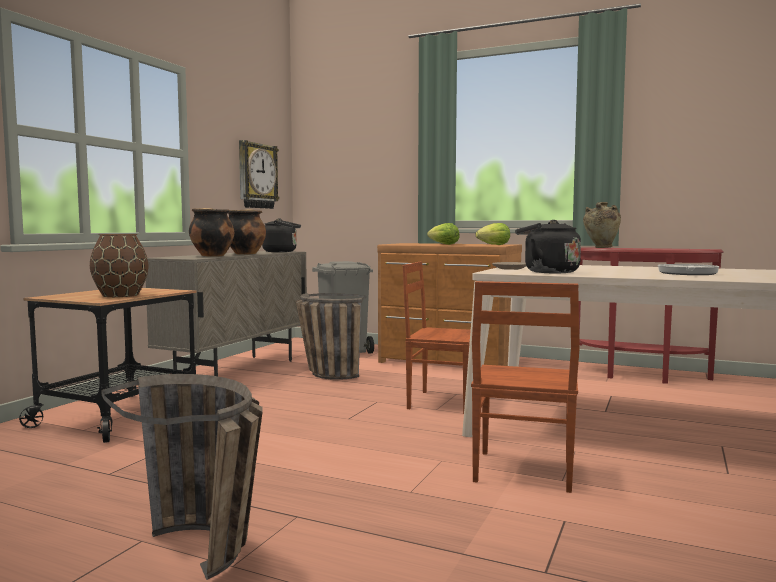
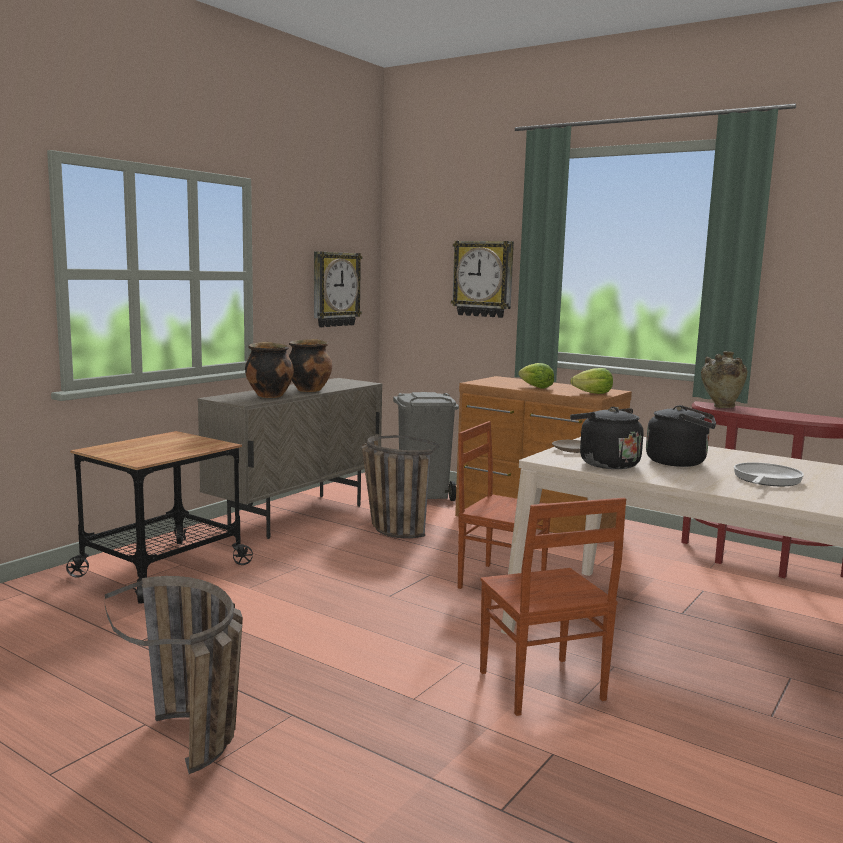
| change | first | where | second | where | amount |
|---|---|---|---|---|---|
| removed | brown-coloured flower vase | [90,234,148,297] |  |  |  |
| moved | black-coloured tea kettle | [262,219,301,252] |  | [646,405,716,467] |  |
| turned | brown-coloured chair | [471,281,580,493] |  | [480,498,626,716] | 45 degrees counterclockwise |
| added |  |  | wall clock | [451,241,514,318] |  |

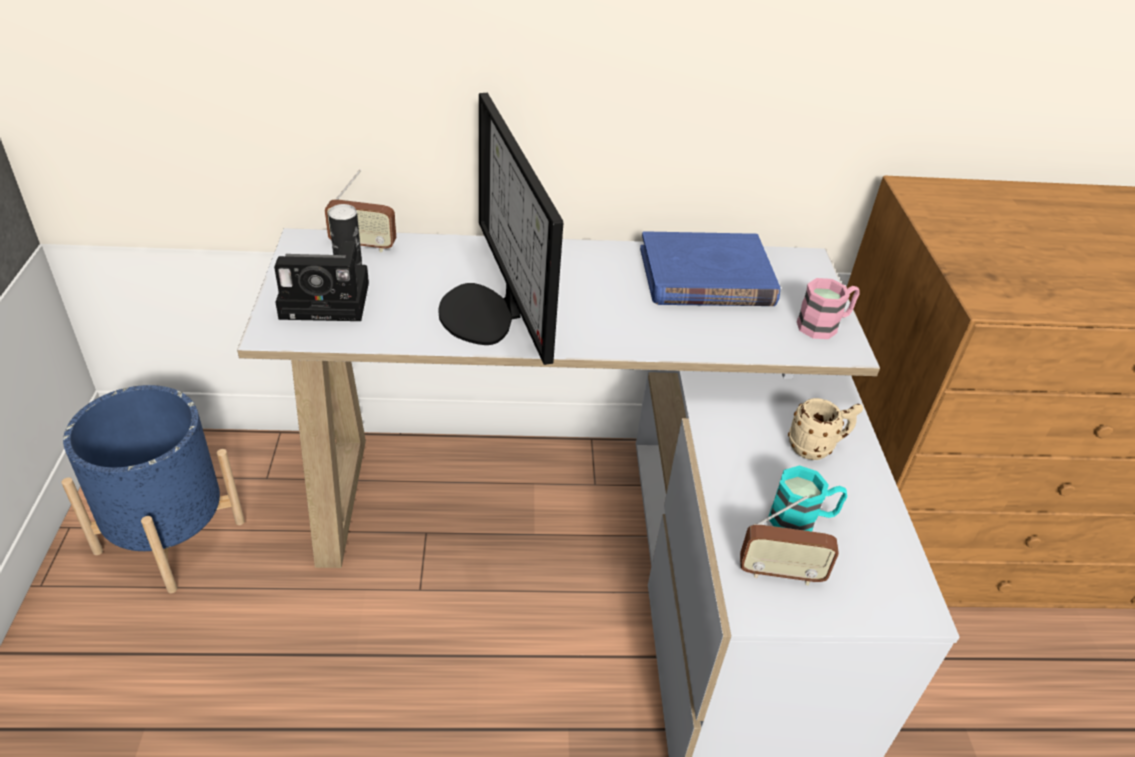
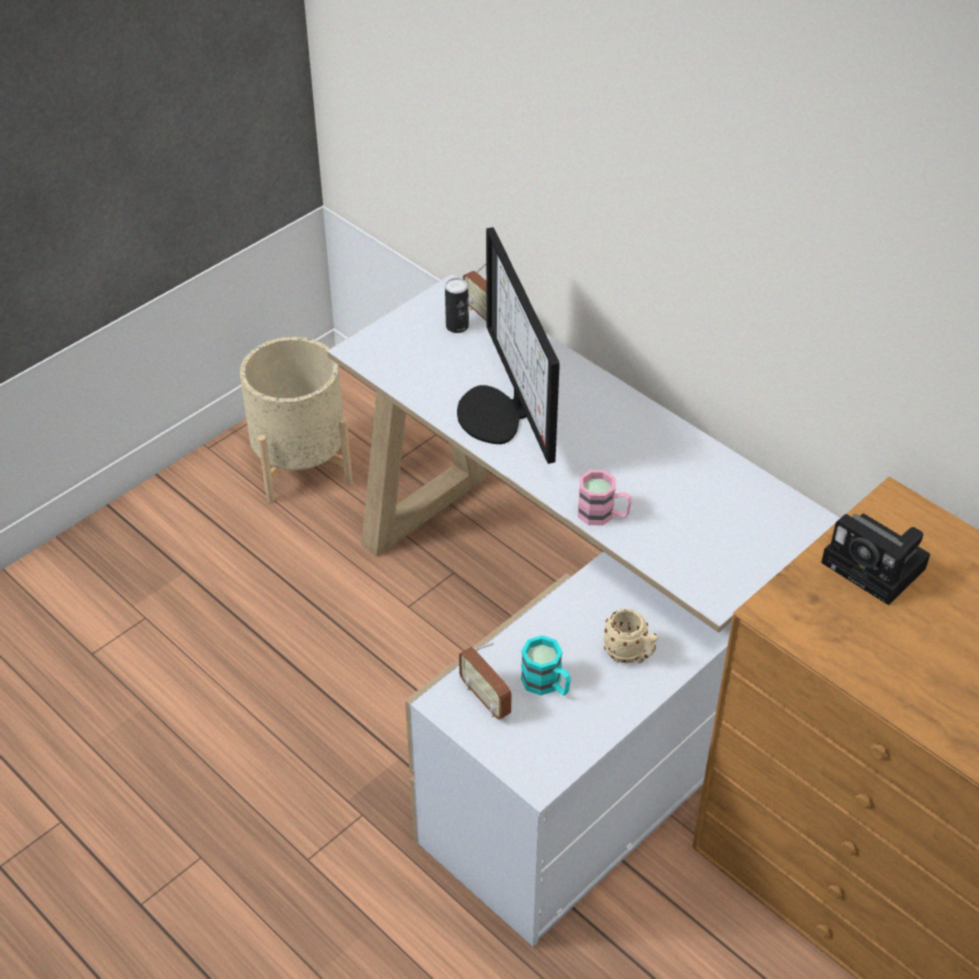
| change | first | where | second | where | amount |
|---|---|---|---|---|---|
| recoloured | blue flower pot | [61,385,245,593] | beige-coloured flower pot | [240,337,352,503] |  |
| moved | still camera | [274,242,369,321] |  | [821,513,930,605] |  |
| turned | computer display | [439,93,563,365] |  | [457,227,560,464] | 45 degrees counterclockwise |
| removed | blue volume | [640,231,780,306] |  |  |  |
| moved | pink-coloured tea mug | [797,278,859,339] |  | [578,470,632,526] |  |

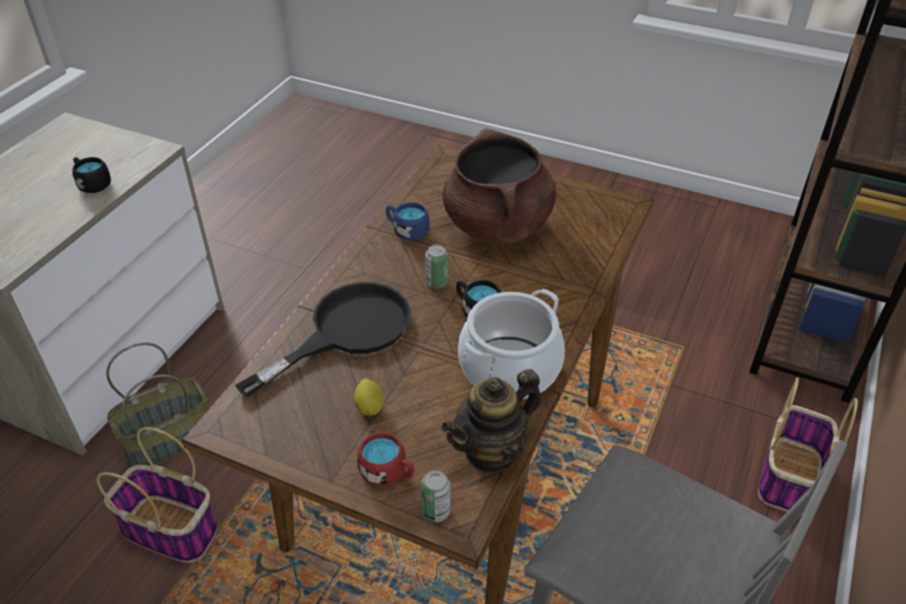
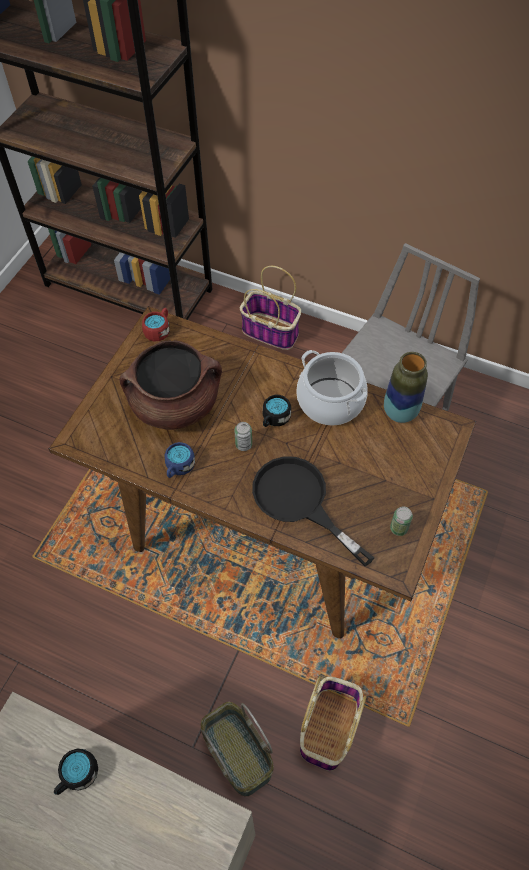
| change | first | where | second | where | amount |
|---|---|---|---|---|---|
| removed | citrus fruit | [354,378,384,416] |  |  |  |
| moved | red tea mug | [357,432,414,486] |  | [142,308,169,342] |  |
| moved | metal can | [421,470,450,522] |  | [390,507,413,536] |  |
| replaced | tea pot | [441,369,541,474] | flower vase | [384,352,428,423] |  |

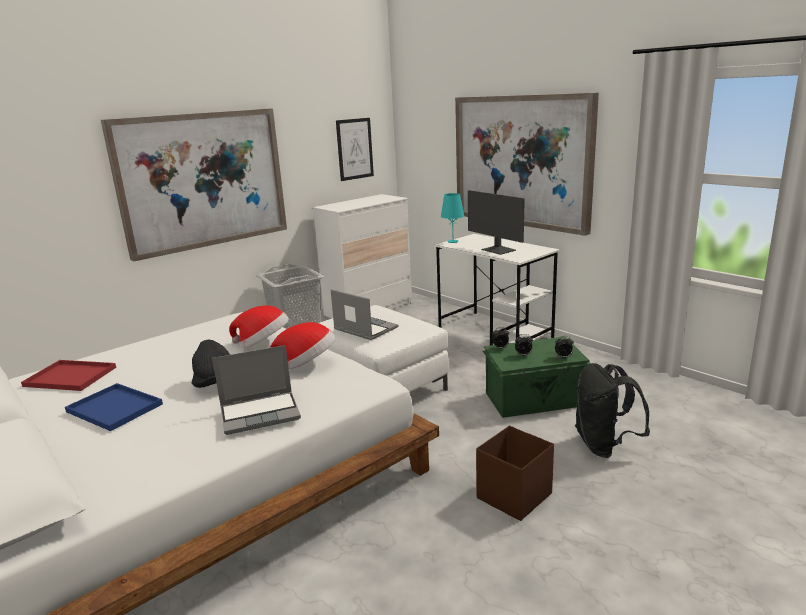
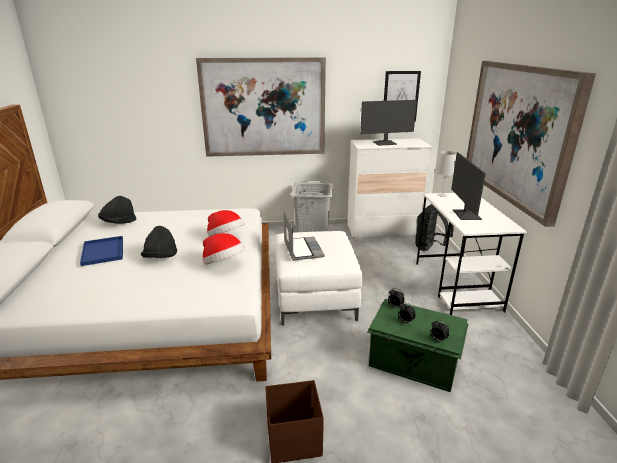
| change | first | where | second | where | amount |
|---|---|---|---|---|---|
| replaced | red serving tray | [21,360,116,391] | black-coloured wearable hat | [98,196,136,224] |  |
| removed | laptop | [212,345,301,435] |  |  |  |
| recoloured | turquoise tabletop lamp | [441,193,464,243] | white tabletop lamp | [434,151,456,197] |  |
| moved | black-coloured knapsack | [575,363,650,458] |  | [415,204,454,251] |  |
| added |  |  | computer display | [360,100,417,146] |  |

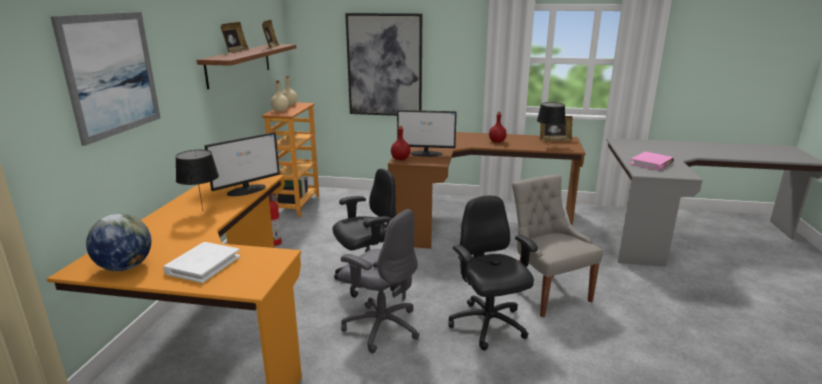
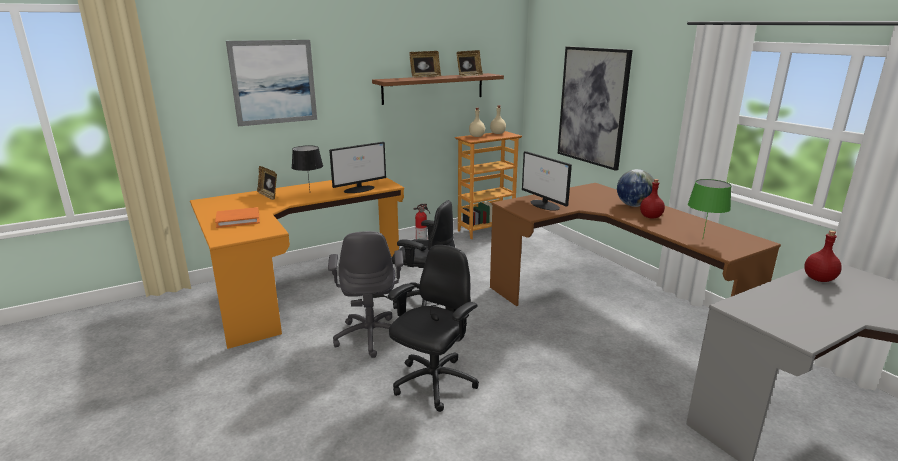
| change | first | where | second | where | amount |
|---|---|---|---|---|---|
| moved | desk globe | [86,214,151,271] |  | [617,169,654,207] |  |
| recoloured | white volume | [163,242,240,283] | orange volume | [215,207,260,228] |  |
| turned | computer display | [204,132,280,196] |  | [329,142,386,193] | 45 degrees counterclockwise |
| moved | red bottle | [391,126,411,160] |  | [804,231,842,282] |  |
| removed | grey chair | [512,174,603,318] |  |  |  |
| recoloured | black-coloured tabletop lamp | [537,102,566,140] | greenish tabletop lamp | [688,179,731,240] |  |
| moved | picture frame | [540,116,573,141] |  | [257,166,277,200] |  |
| removed | pink-coloured volume | [630,152,674,170] |  |  |  |

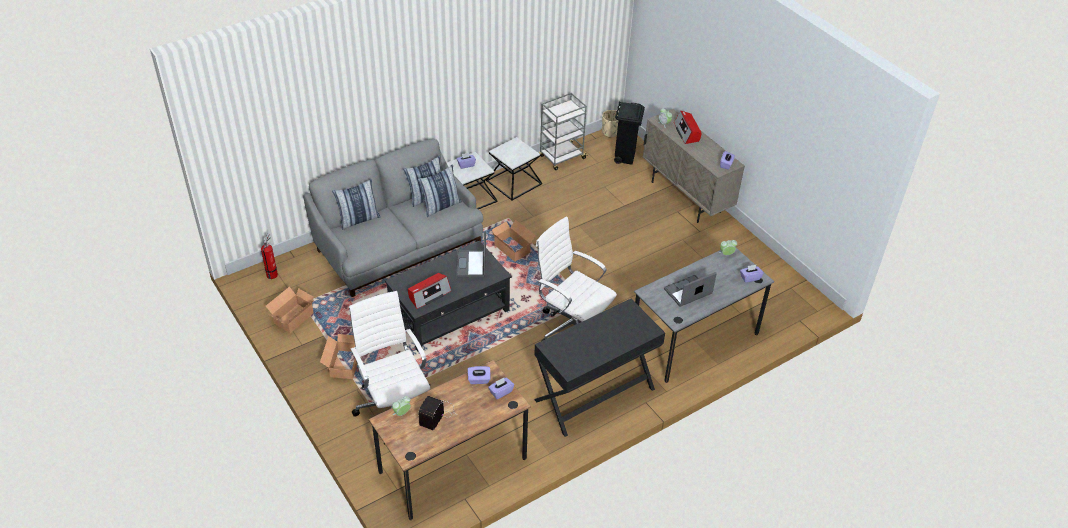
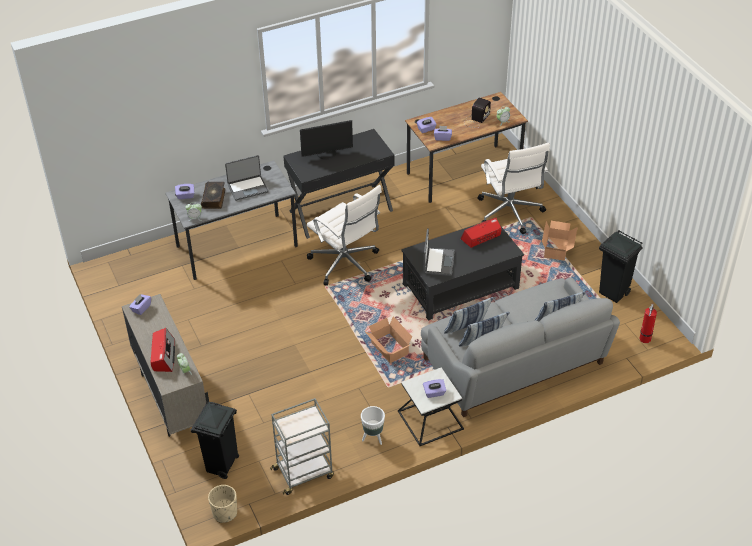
| change | first | where | second | where | amount |
|---|---|---|---|---|---|
| replaced | packing box | [266,287,314,333] | black-coloured waste bin | [599,230,643,303] |  |
| replaced | end table | [486,137,542,200] | white flower pot | [361,406,385,445] |  |
| added |  |  | volume | [201,182,225,209] |  |
| added |  |  | computer display | [300,120,353,160] |  |

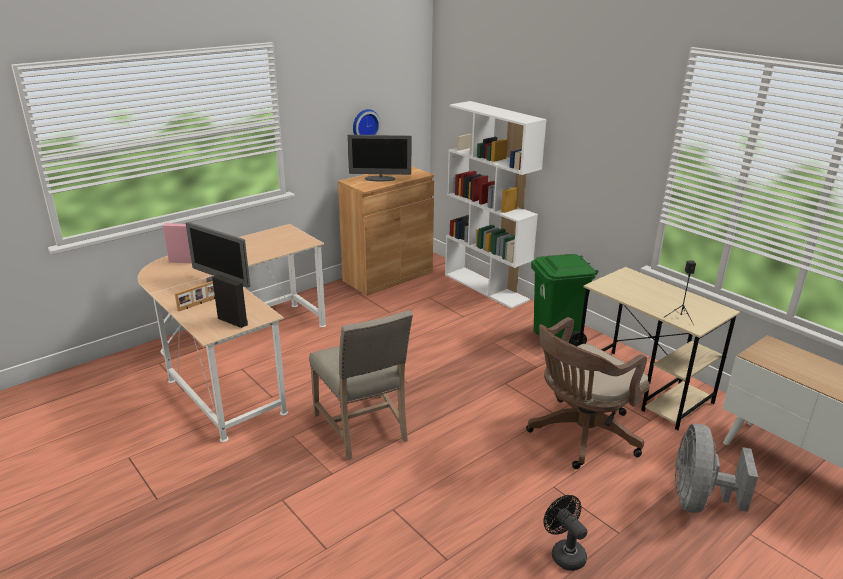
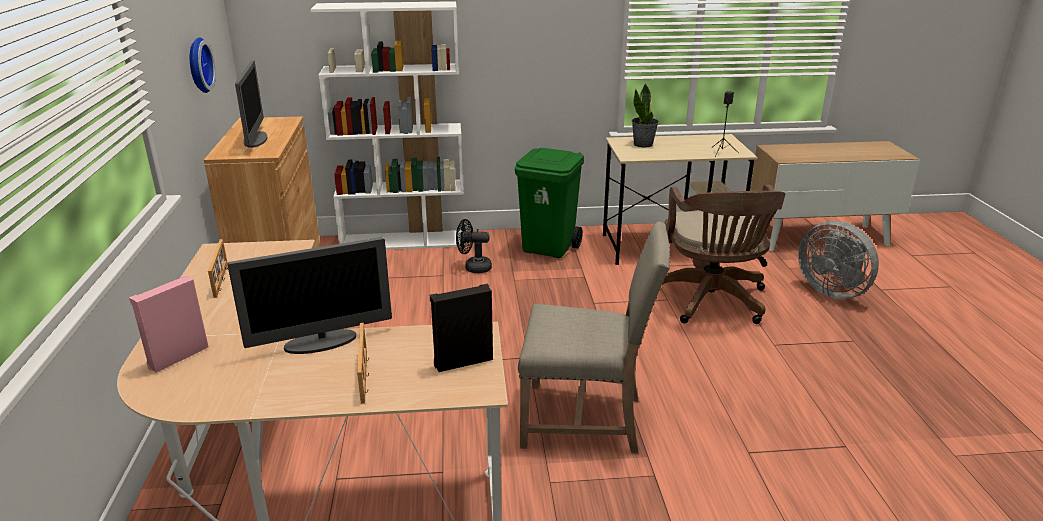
| change | first | where | second | where | amount |
|---|---|---|---|---|---|
| turned | computer display | [348,135,411,181] |  | [235,61,268,148] | 45 degrees counterclockwise |
| moved | black-coloured cooling fan | [543,495,588,571] |  | [456,219,492,273] |  |
| added |  |  | picture frame | [208,239,228,298] |  |
| added |  |  | plant in a pot | [632,83,659,147] |  |

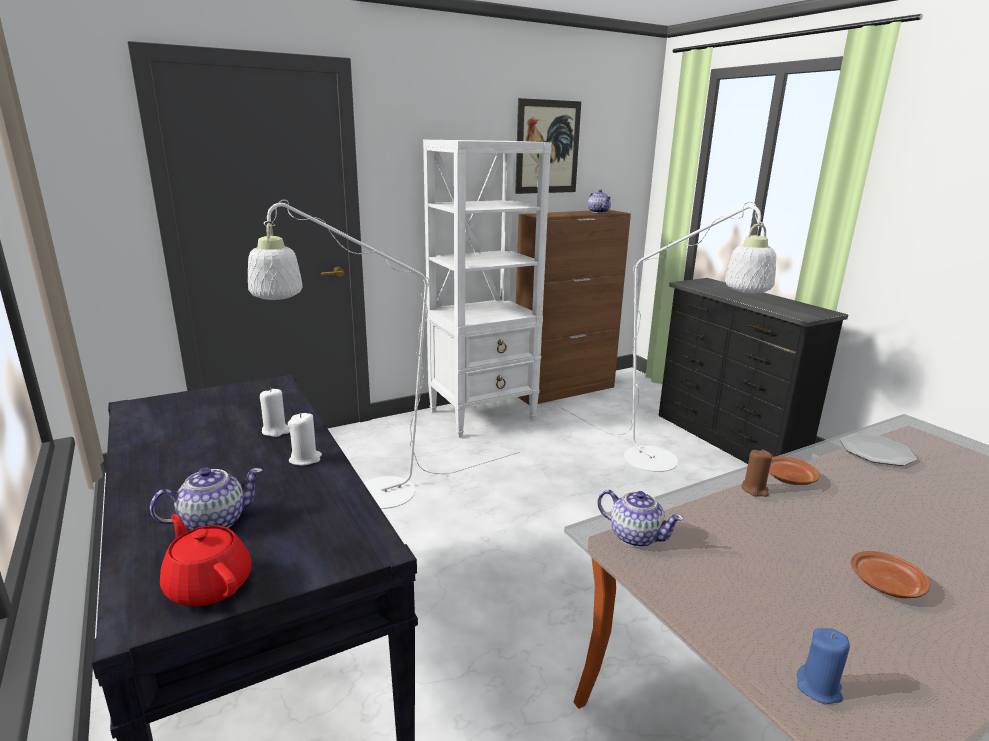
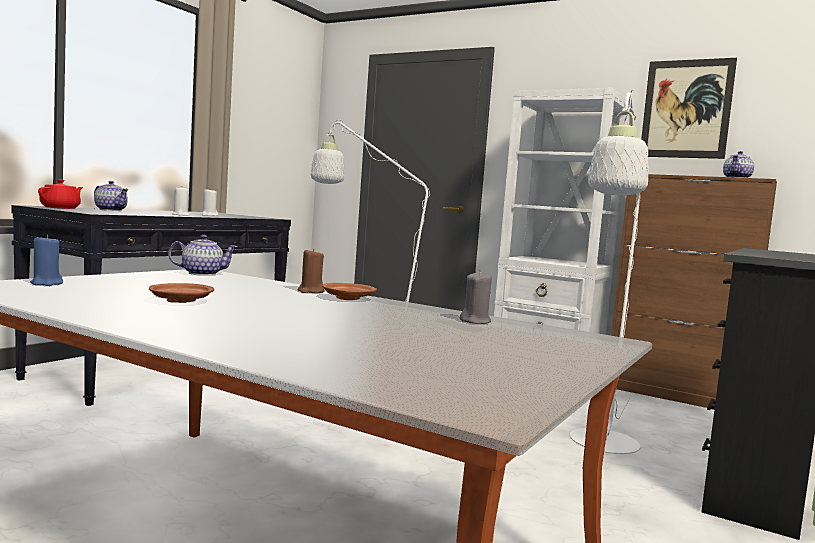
| change | first | where | second | where | amount |
|---|---|---|---|---|---|
| turned | tea pot | [597,490,684,547] |  | [168,235,238,276] | 105 degrees counterclockwise |
| replaced | dinner plate | [840,433,917,466] | grey wax candle | [460,270,492,324] |  |

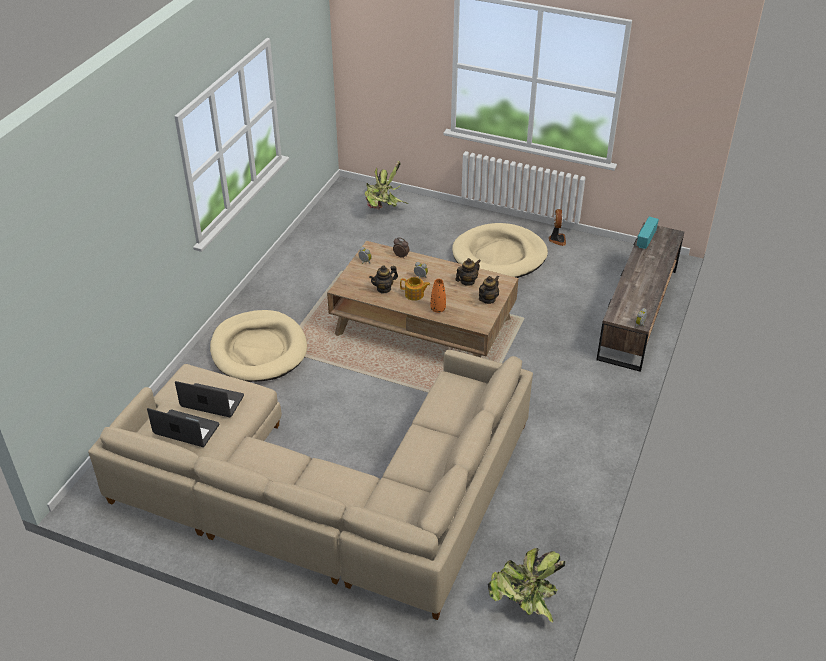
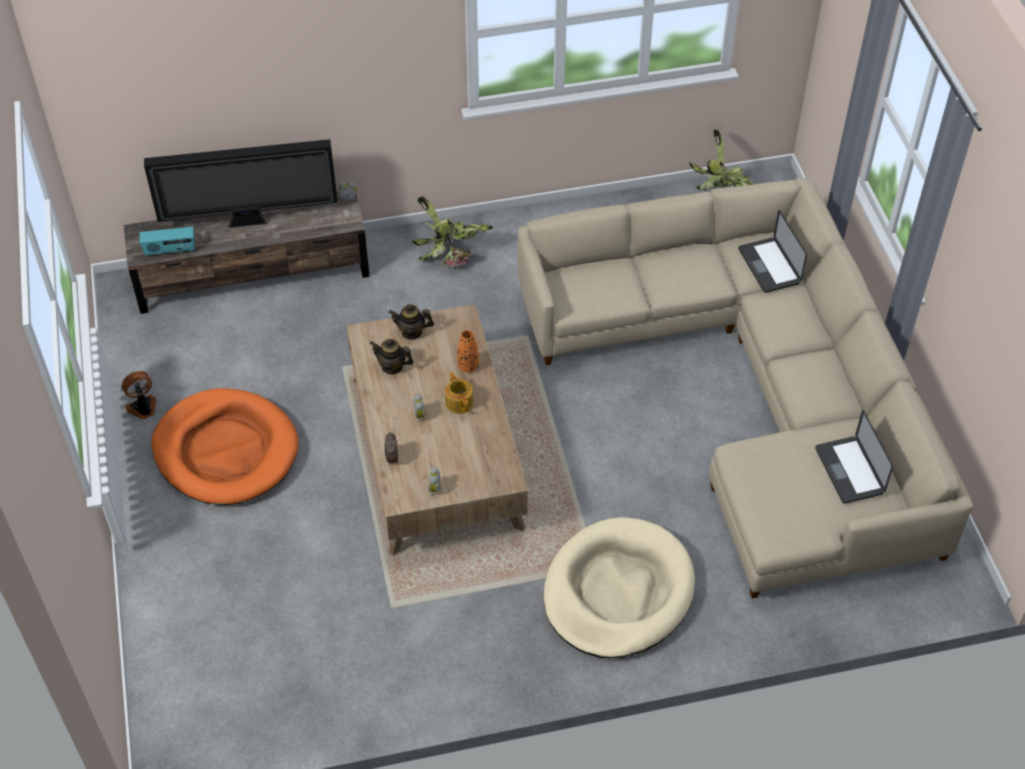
| change | first | where | second | where | amount |
|---|---|---|---|---|---|
| moved | laptop | [175,381,244,417] |  | [738,210,807,293] |  |
| moved | plant in a pot | [365,161,408,210] |  | [412,196,493,268] |  |
| removed | tea pot | [369,265,398,294] |  |  |  |
| recoloured | beige-coloured dog cushion | [452,223,548,278] | orange dog cushion | [151,388,298,505] |  |
| added |  |  | TV set | [144,139,338,228] |  |

